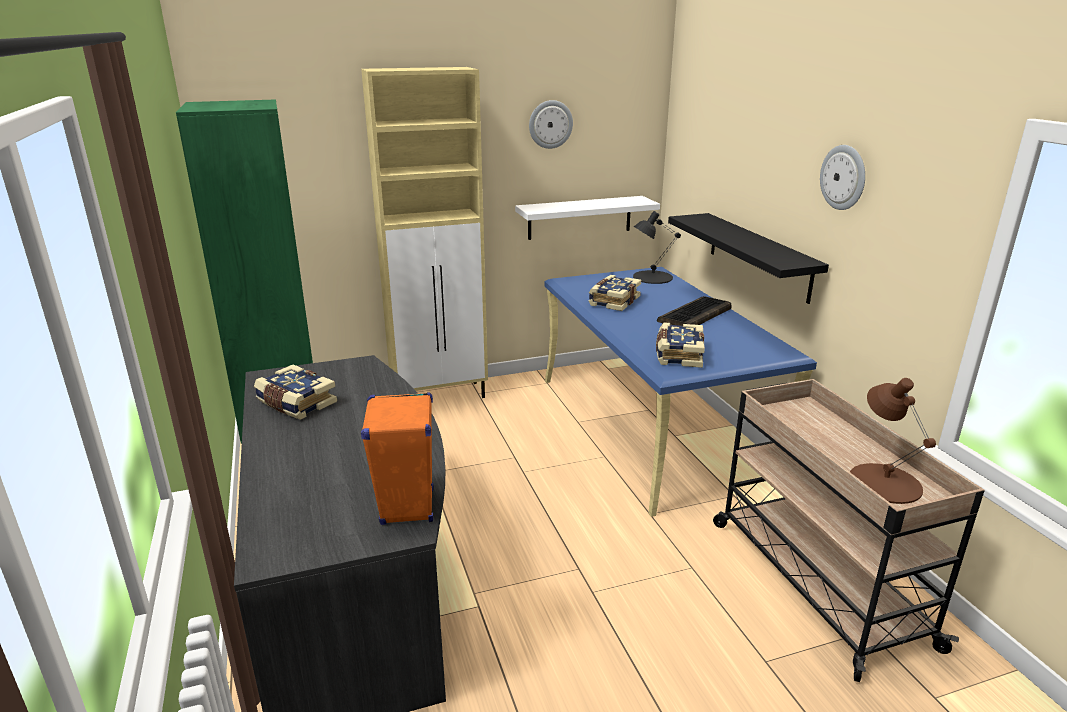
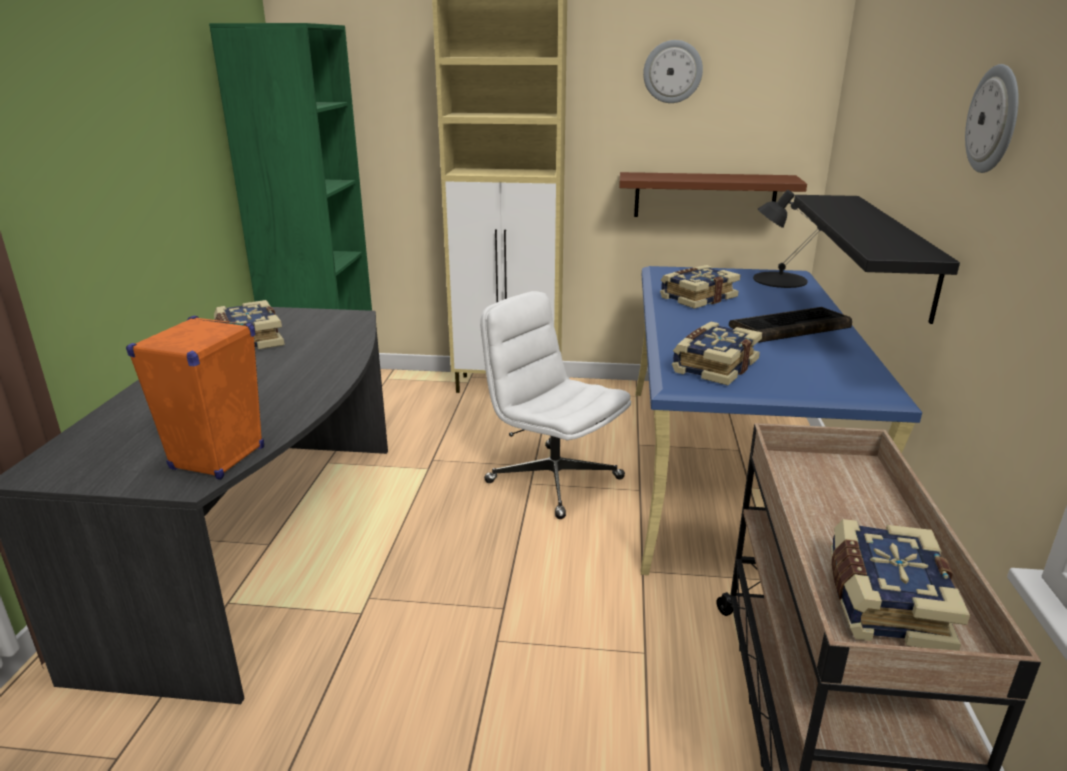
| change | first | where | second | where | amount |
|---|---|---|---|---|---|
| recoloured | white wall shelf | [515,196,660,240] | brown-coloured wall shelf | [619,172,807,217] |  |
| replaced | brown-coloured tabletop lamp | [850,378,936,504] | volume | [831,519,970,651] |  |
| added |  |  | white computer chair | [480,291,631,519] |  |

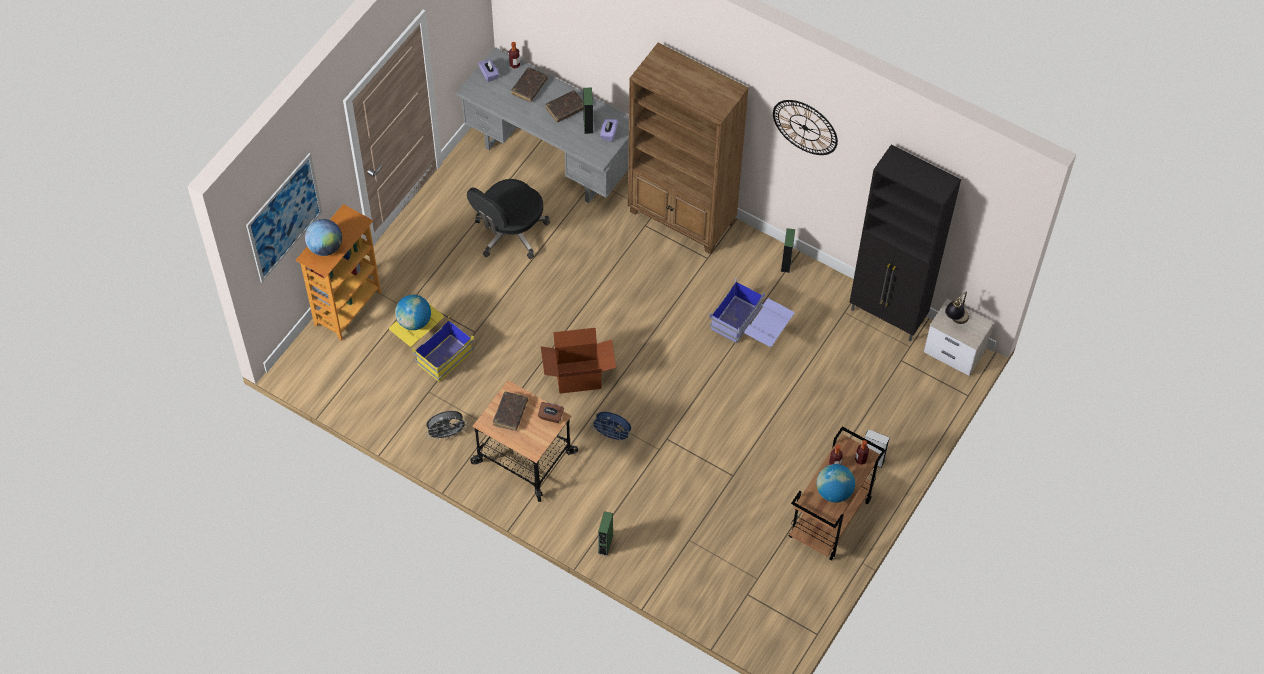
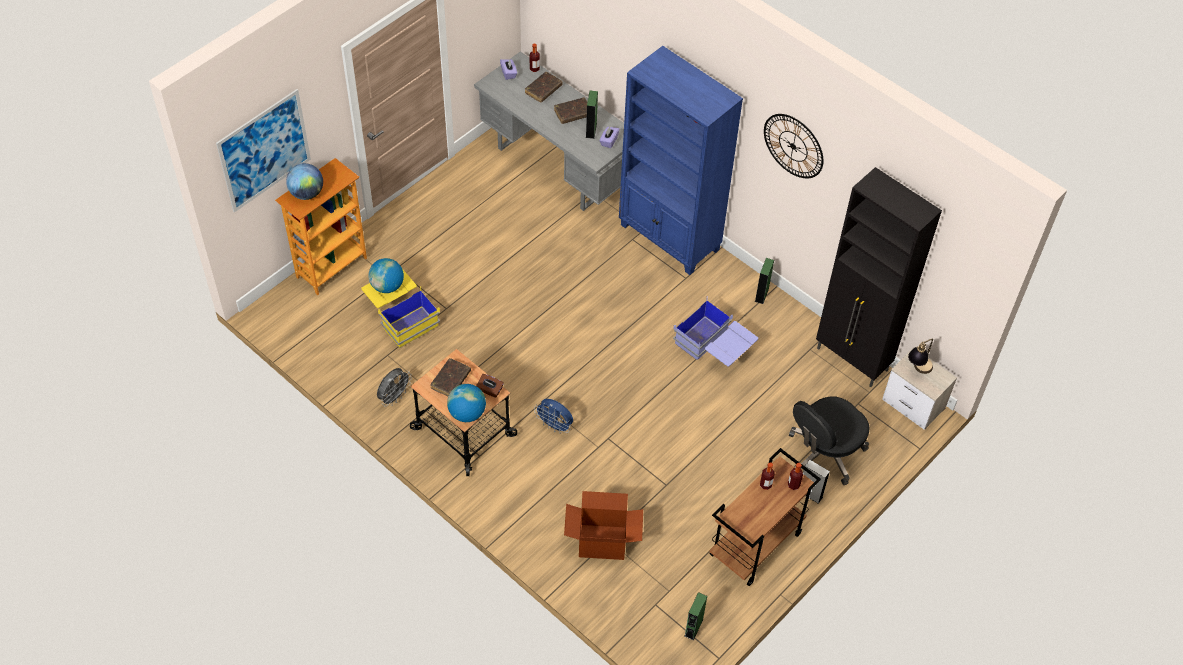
| change | first | where | second | where | amount |
|---|---|---|---|---|---|
| turned | grey cooling fan | [426,411,468,441] |  | [377,368,412,407] | 45 degrees counterclockwise |
| moved | black-coloured computer chair | [467,179,550,259] |  | [789,396,870,485] |  |
| moved | packing box | [541,328,616,394] |  | [564,491,643,560] |  |
| moved | greenish speaker | [598,511,613,556] |  | [685,592,707,640] |  |
| recoloured | brown-coloured shelving unit | [628,43,749,254] | blue shelving unit | [619,46,743,275] |  |
| moved | desk globe | [817,464,855,503] |  | [447,384,486,422] |  |

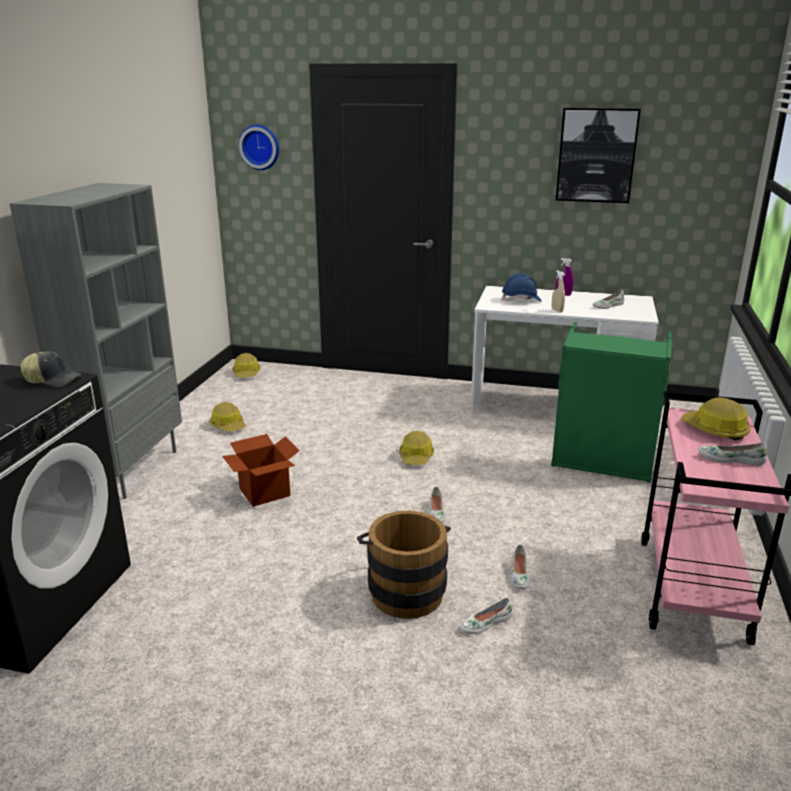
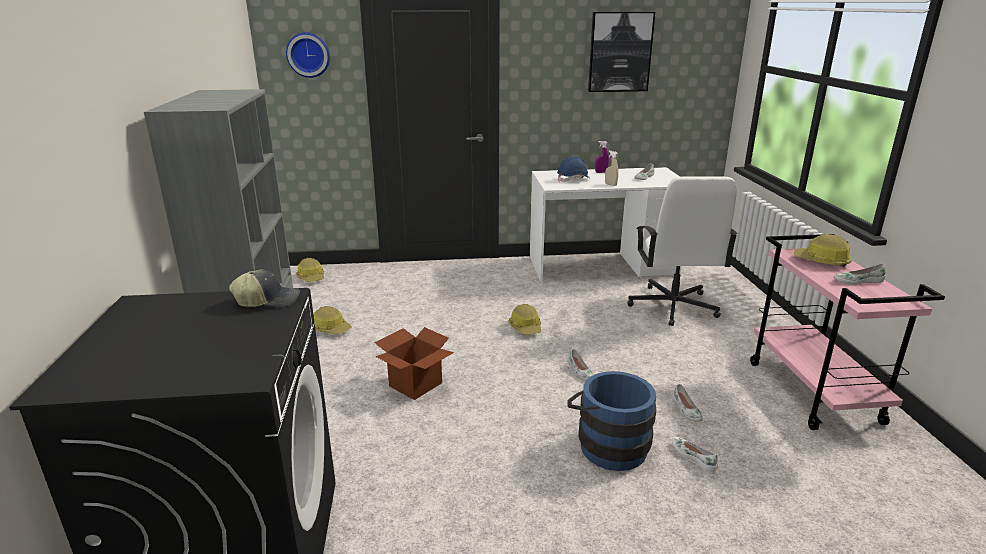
| change | first | where | second | where | amount |
|---|---|---|---|---|---|
| recoloured | brown-coloured bucket | [357,511,451,619] | blue bucket | [567,371,656,471] |  |
| turned | white item of footwear | [460,598,513,634] |  | [672,437,718,472] | 105 degrees clockwise |
| replaced | greenish hamper | [551,322,673,483] | white computer chair | [628,176,738,326] |  |

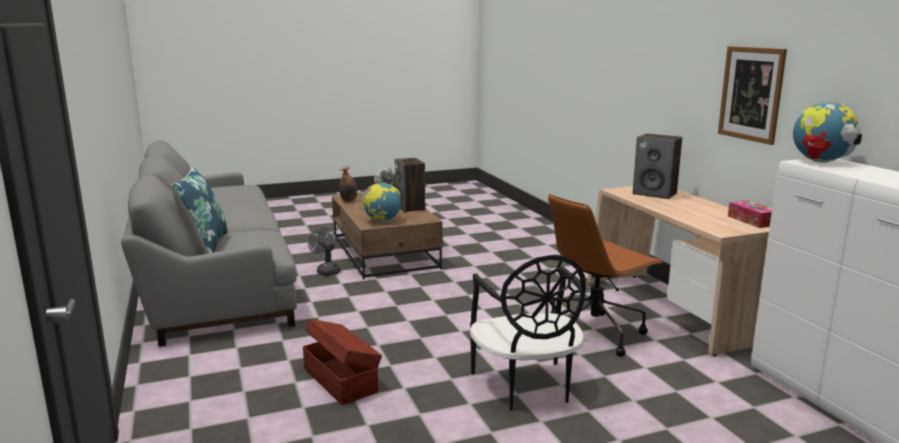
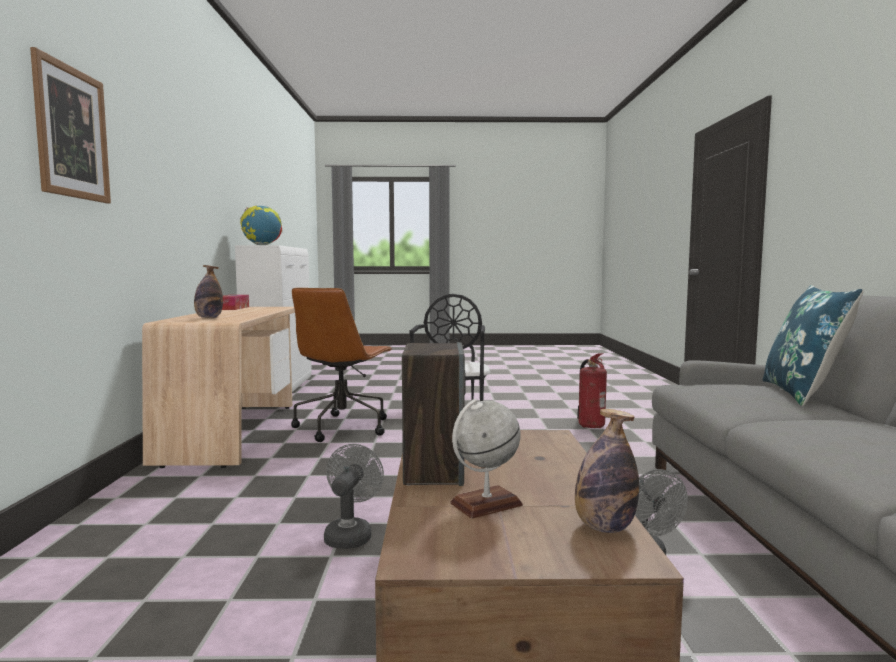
| change | first | where | second | where | amount |
|---|---|---|---|---|---|
| replaced | brown-coloured storage bin | [303,319,382,405] | extinguisher | [577,353,607,428] |  |
| removed | desk globe | [362,183,401,222] |  |  |  |
| turned | brown-coloured computer chair | [548,194,663,357] |  | [291,288,392,442] | 120 degrees clockwise |
| replaced | speaker | [633,133,682,199] | bottle | [194,265,223,318] |  |
| moved | wall art | [718,46,787,145] |  | [30,47,111,203] |  |
| added |  |  | grey cooling fan | [324,444,384,549] |  |

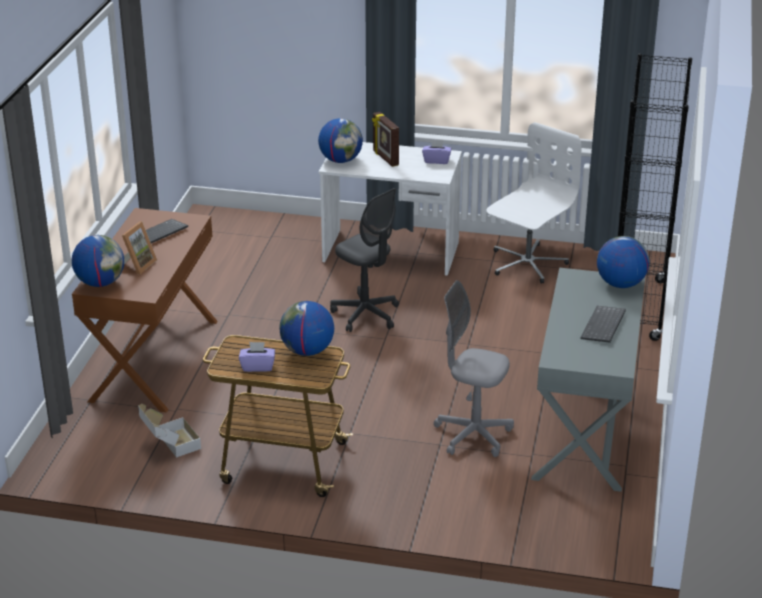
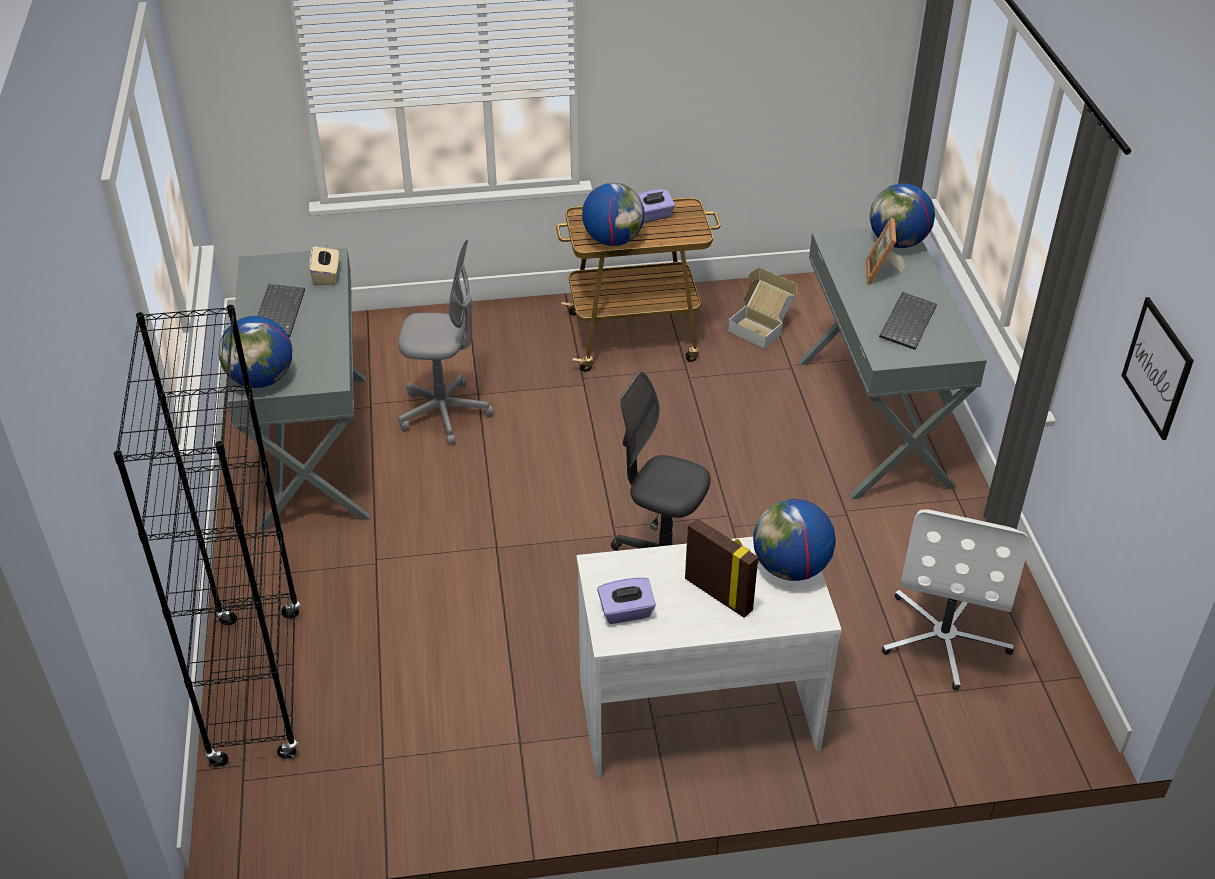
| change | first | where | second | where | amount |
|---|---|---|---|---|---|
| recoloured | brown-coloured desk table | [72,208,218,412] | grey desk table | [798,228,987,499] |  |
| moved | white computer chair | [486,122,581,284] |  | [882,509,1029,690] |  |
| added |  |  | beige-coloured box of tissues | [309,246,339,285] |  |
| added |  |  | wall art | [1121,297,1194,440] |  |

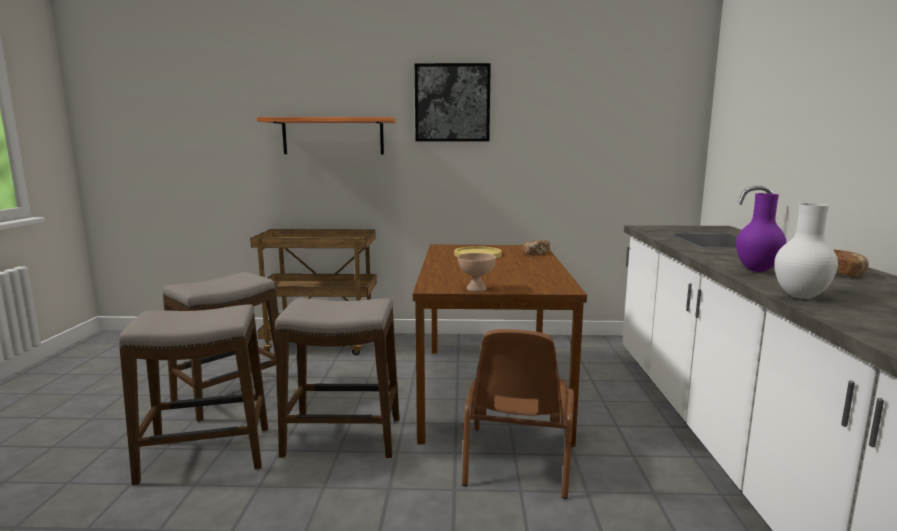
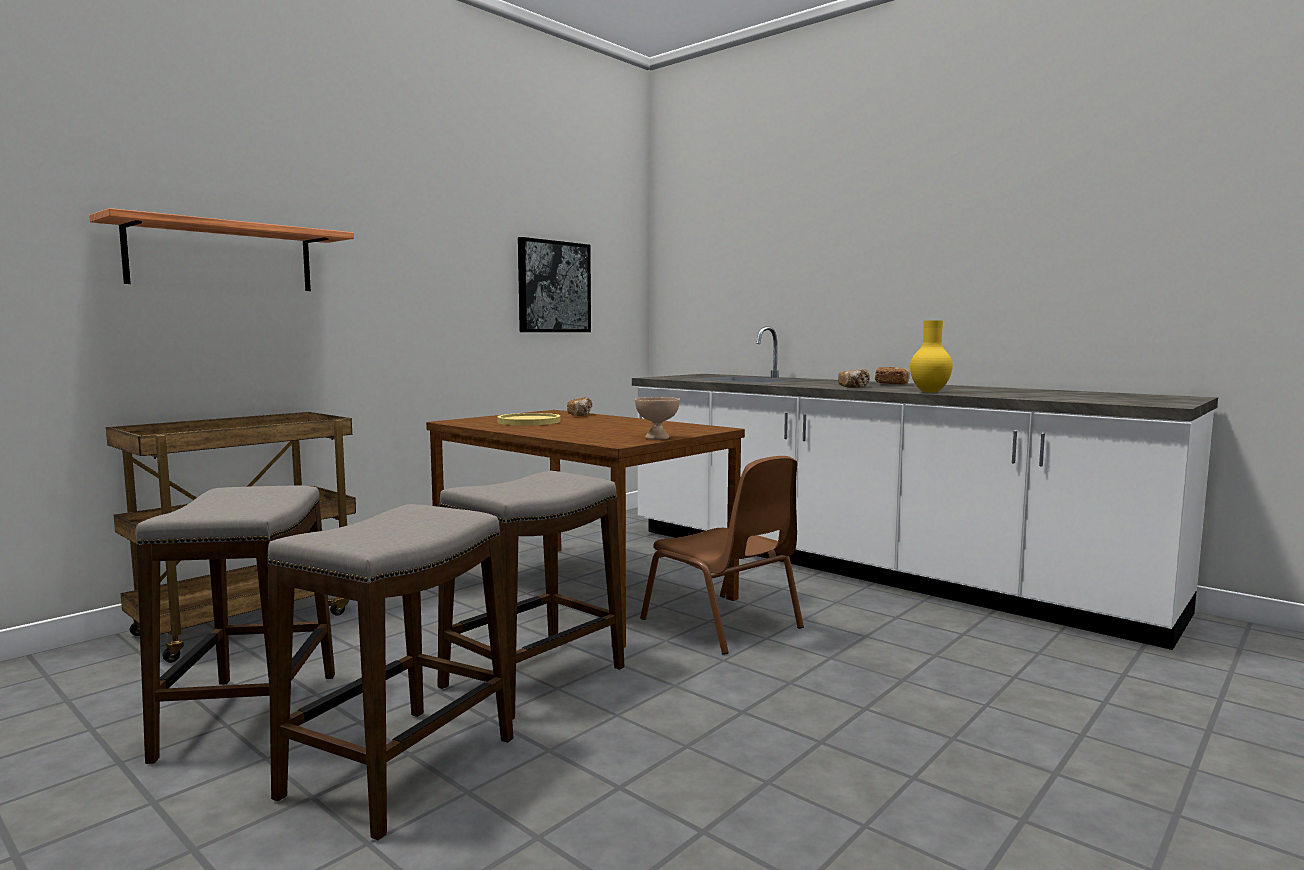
| change | first | where | second | where | amount |
|---|---|---|---|---|---|
| moved | wall art | [415,63,491,141] |  | [518,237,591,332] |  |
| replaced | purple-coloured flower vase | [736,193,787,272] | baked bread | [838,369,870,388] |  |
| recoloured | white flower vase | [774,203,838,299] | yellow-coloured flower vase | [910,321,953,393] |  |

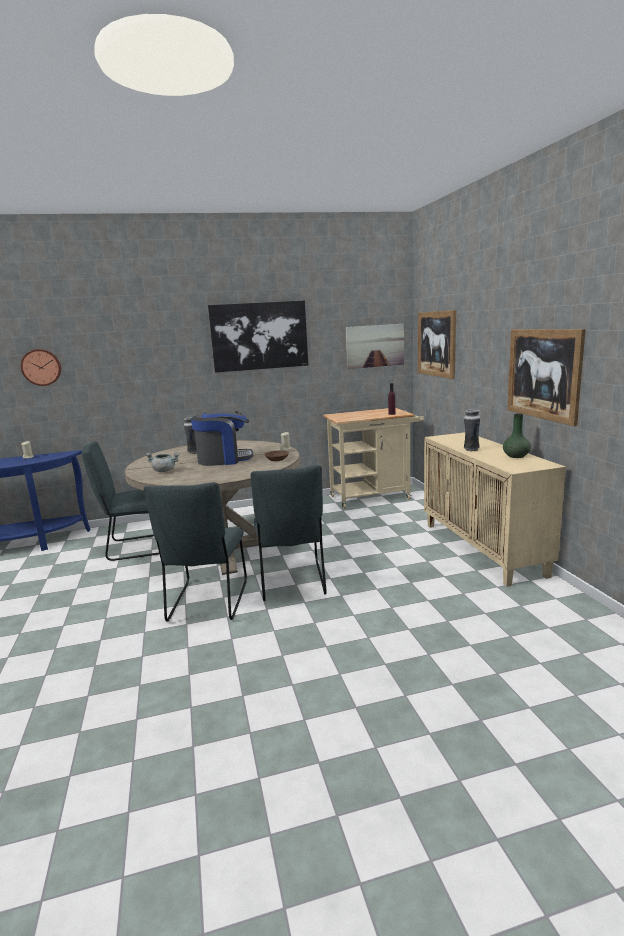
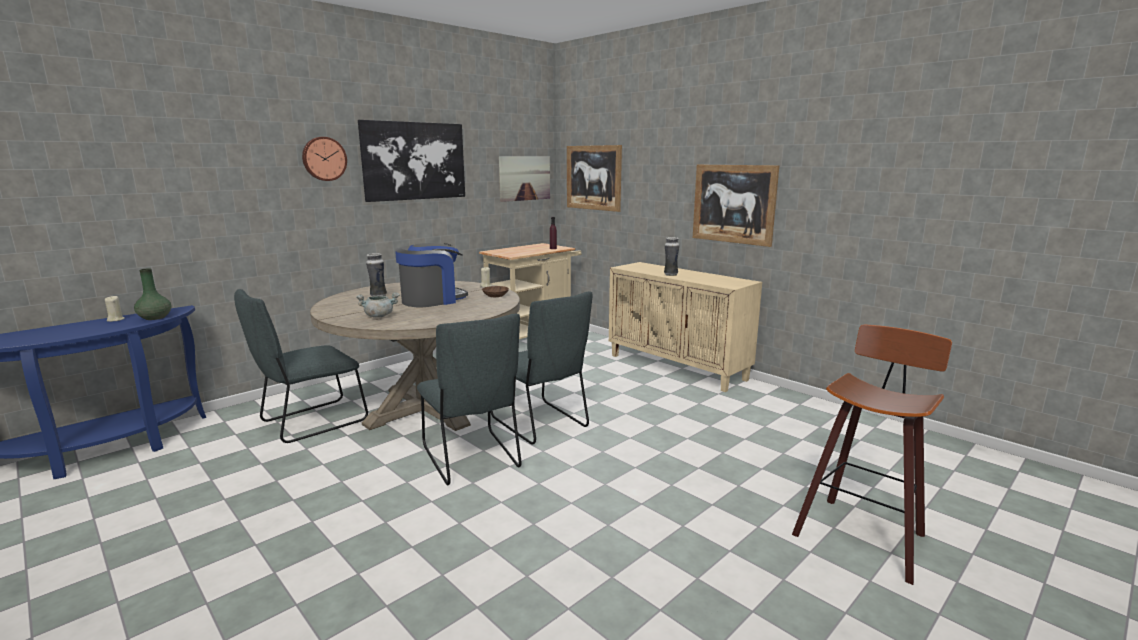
| change | first | where | second | where | amount |
|---|---|---|---|---|---|
| moved | wall clock | [21,349,61,386] |  | [302,137,347,181] |  |
| moved | greenish flower vase | [503,414,531,458] |  | [134,269,171,320] |  |
| added |  |  | stool | [792,324,952,585] |  |

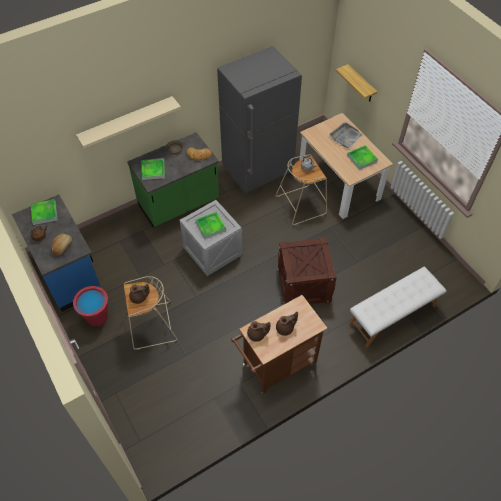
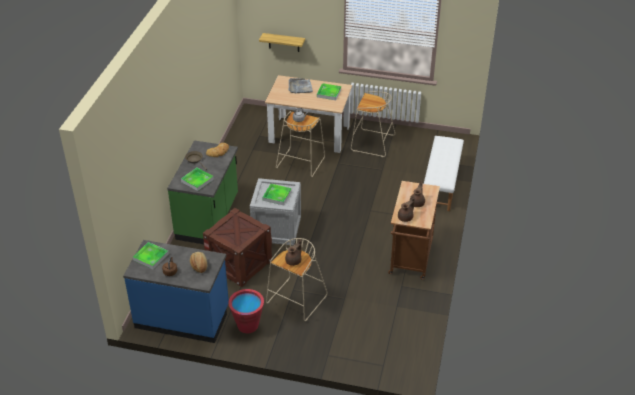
| change | first | where | second | where | amount |
|---|---|---|---|---|---|
| removed | beige-coloured wall shelf | [76,96,181,148] |  |  |  |
| removed | grey kitchen fridge | [217,46,302,193] |  |  |  |
| moved | packing crate | [277,238,337,304] |  | [203,208,272,287] |  |
| added |  |  | beige-coloured stool | [351,91,395,157] |  |

